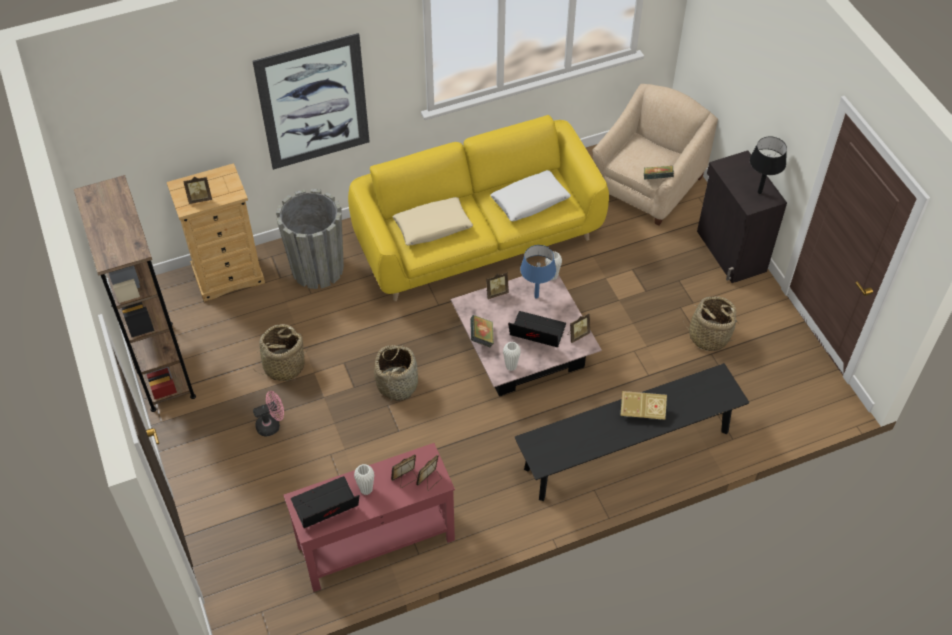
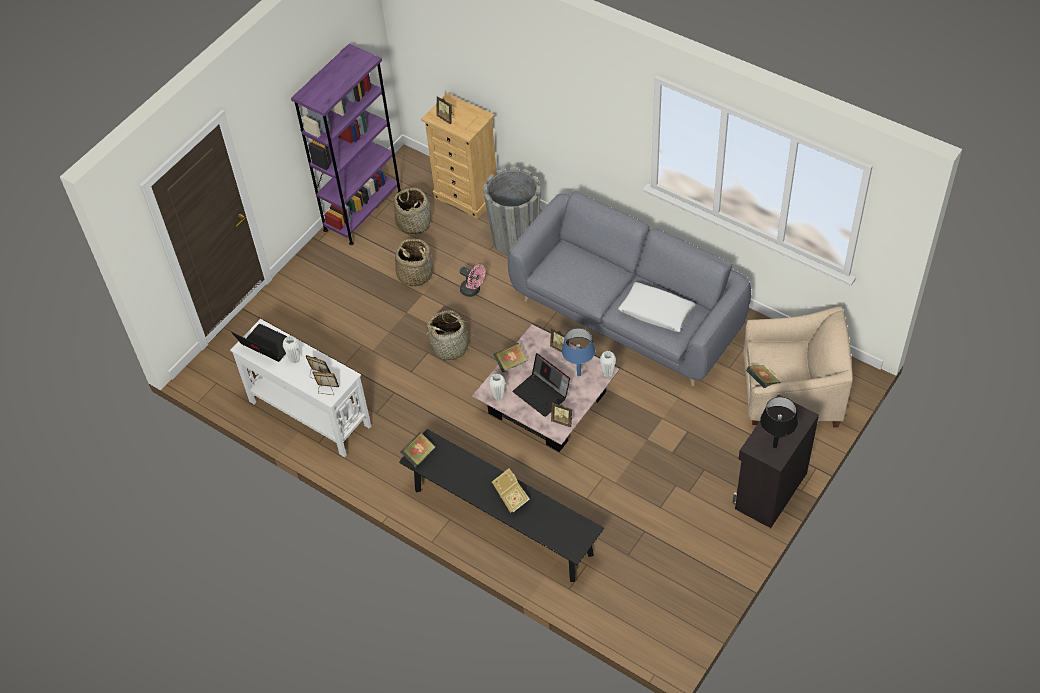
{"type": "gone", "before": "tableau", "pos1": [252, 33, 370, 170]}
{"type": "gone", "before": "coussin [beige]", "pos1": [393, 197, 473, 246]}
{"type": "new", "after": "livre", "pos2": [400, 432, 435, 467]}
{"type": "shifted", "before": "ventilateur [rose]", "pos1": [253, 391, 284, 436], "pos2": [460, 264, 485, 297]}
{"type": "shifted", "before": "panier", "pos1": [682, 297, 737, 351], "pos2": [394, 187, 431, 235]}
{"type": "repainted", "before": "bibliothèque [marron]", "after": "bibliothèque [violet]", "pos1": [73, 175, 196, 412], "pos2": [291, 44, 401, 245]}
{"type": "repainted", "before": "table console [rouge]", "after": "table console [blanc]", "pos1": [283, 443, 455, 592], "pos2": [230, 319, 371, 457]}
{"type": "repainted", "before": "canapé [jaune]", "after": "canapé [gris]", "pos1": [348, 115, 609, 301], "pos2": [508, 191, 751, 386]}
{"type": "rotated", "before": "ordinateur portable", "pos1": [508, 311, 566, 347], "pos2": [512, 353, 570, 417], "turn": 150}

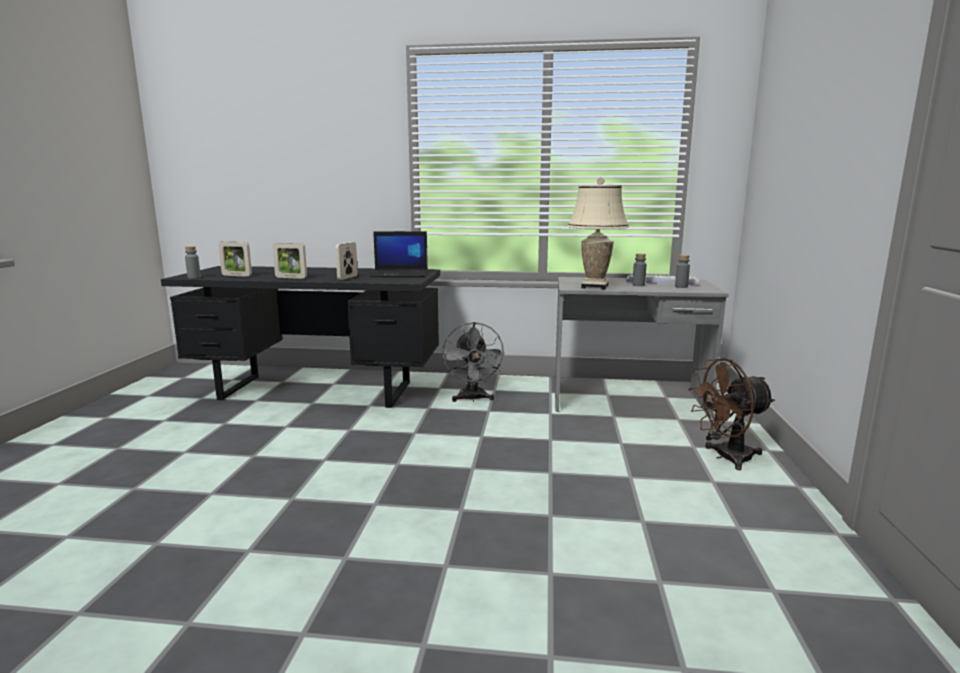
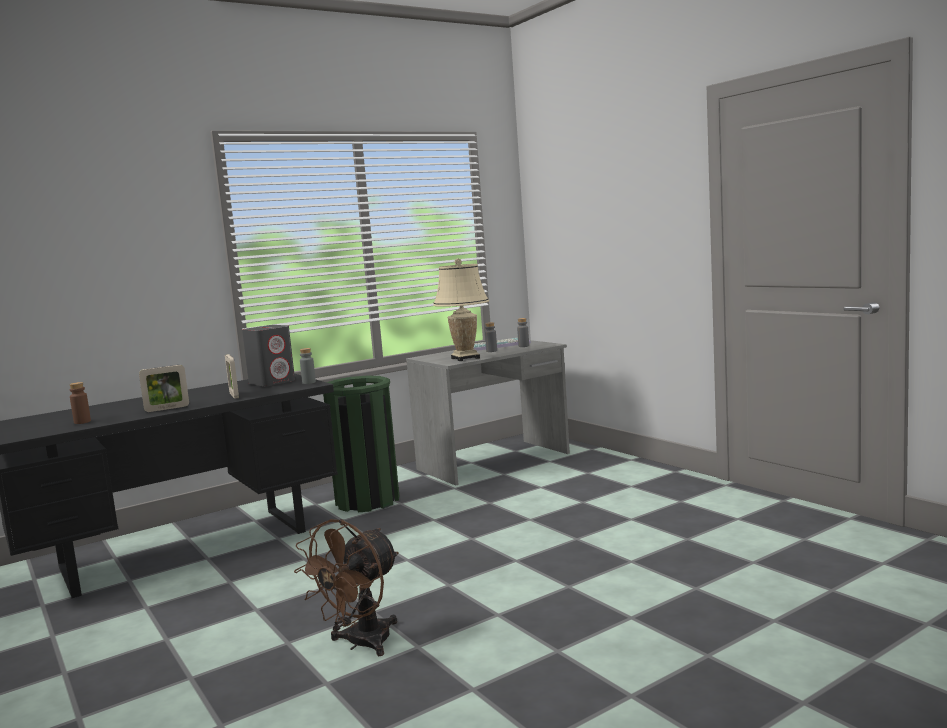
{"type": "shifted", "before": "bouteille [gris]", "pos1": [185, 246, 201, 278], "pos2": [300, 348, 316, 384]}
{"type": "shifted", "before": "ventilateur [marron]", "pos1": [688, 358, 775, 471], "pos2": [294, 519, 399, 656]}
{"type": "swapped", "before": "cadre photo", "after": "bouteille [marron]", "pos1": [218, 241, 252, 277], "pos2": [69, 382, 91, 424]}
{"type": "swapped", "before": "ordinateur portable", "after": "enceinte [gris]", "pos1": [369, 231, 428, 277], "pos2": [242, 325, 295, 387]}
{"type": "swapped", "before": "ventilateur [gris]", "after": "poubelle [vert]", "pos1": [442, 322, 505, 402], "pos2": [323, 376, 399, 512]}

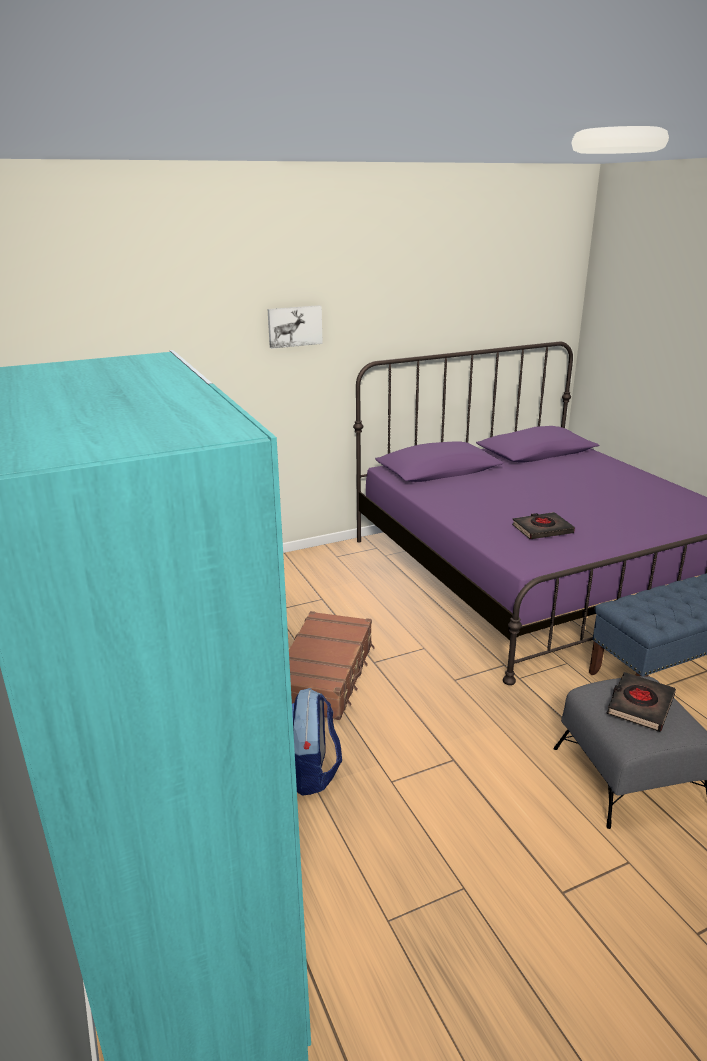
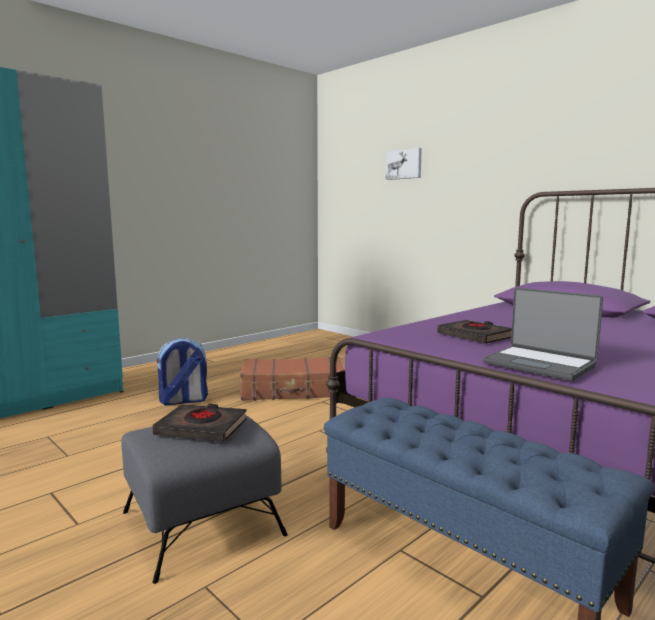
{"type": "new", "after": "ordinateur portable", "pos2": [483, 288, 603, 381]}
{"type": "shifted", "before": "tableau", "pos1": [268, 305, 323, 349], "pos2": [386, 148, 422, 180]}

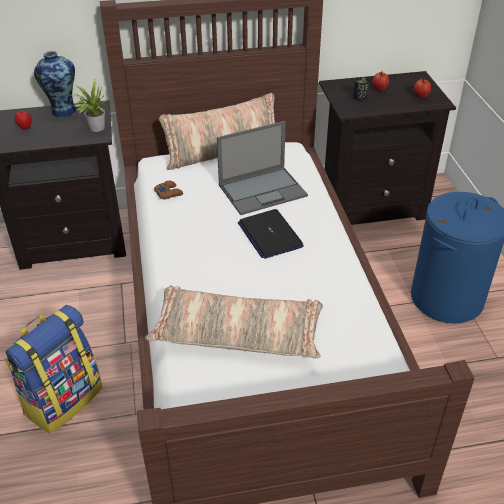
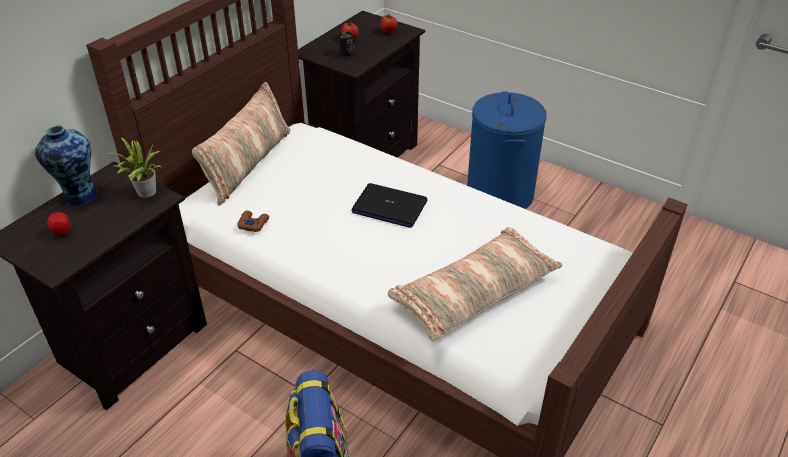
{"type": "gone", "before": "ordinateur portable", "pos1": [217, 121, 308, 215]}

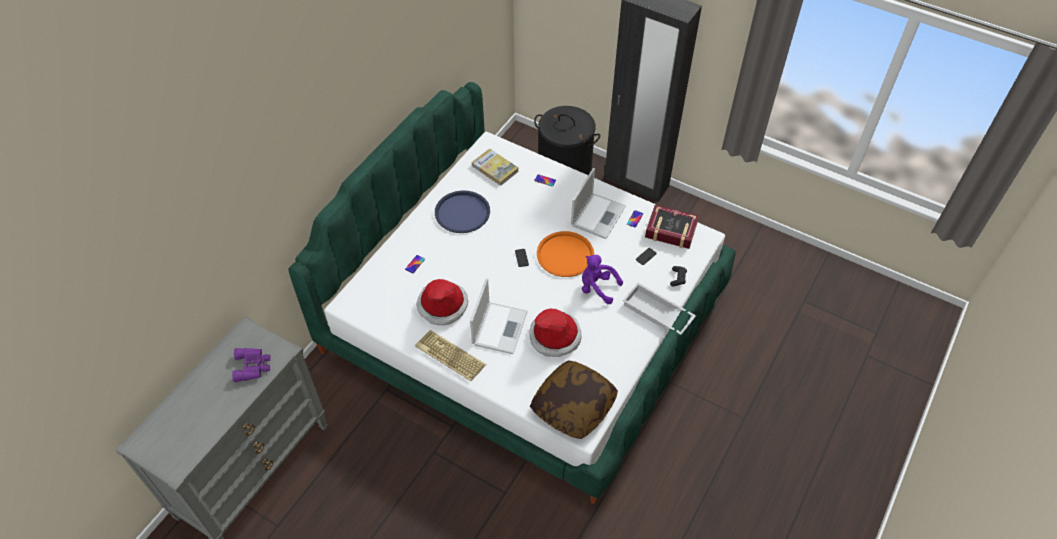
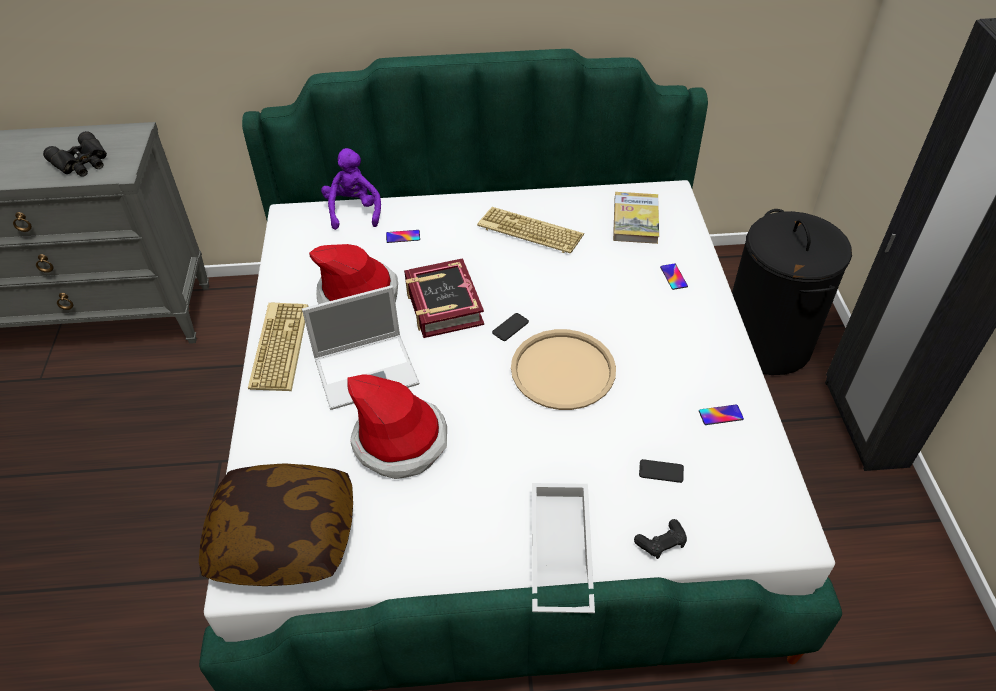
{"type": "gone", "before": "ordinateur portable", "pos1": [571, 168, 626, 239]}
{"type": "shifted", "before": "peluche [violet]", "pos1": [582, 255, 623, 304], "pos2": [321, 148, 381, 230]}
{"type": "shifted", "before": "livre", "pos1": [645, 204, 699, 249], "pos2": [404, 258, 484, 338]}
{"type": "swapped", "before": "plateau [bleu]", "after": "clavier", "pos1": [435, 190, 490, 233], "pos2": [477, 207, 584, 253]}
{"type": "repainted", "before": "jumelles [violet]", "after": "jumelles [noir]", "pos1": [232, 348, 271, 382], "pos2": [43, 131, 107, 177]}
{"type": "repainted", "before": "plateau [orange]", "after": "plateau [beige]", "pos1": [537, 231, 594, 277], "pos2": [511, 329, 616, 410]}

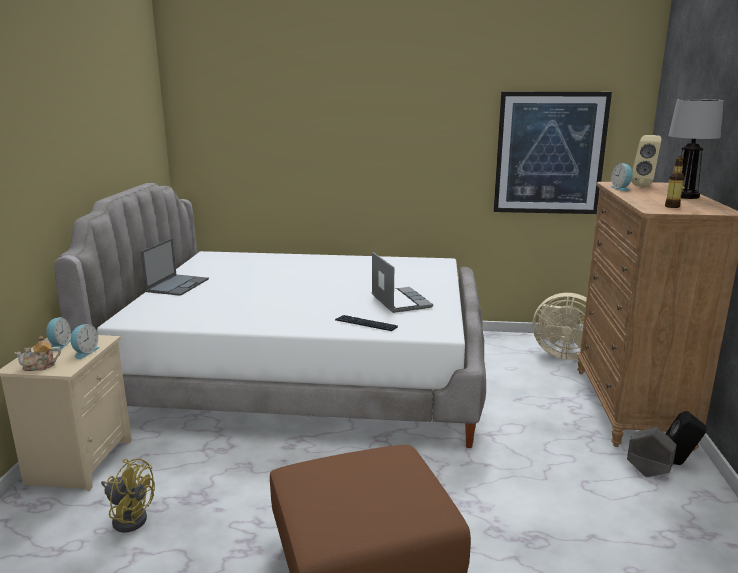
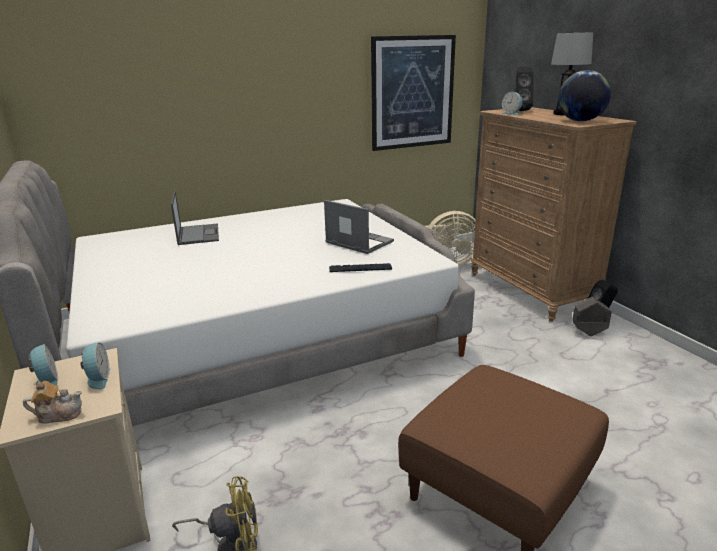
{"type": "shifted", "before": "ordinateur portable", "pos1": [140, 238, 209, 296], "pos2": [171, 191, 219, 245]}
{"type": "swapped", "before": "bouteille", "after": "globe", "pos1": [665, 157, 684, 208], "pos2": [558, 70, 611, 121]}
{"type": "repainted", "before": "enceinte [beige]", "after": "enceinte [noir]", "pos1": [631, 135, 661, 187], "pos2": [515, 67, 534, 111]}
{"type": "rotated", "before": "théière", "pos1": [15, 336, 61, 371], "pos2": [23, 381, 82, 424], "turn": -135}

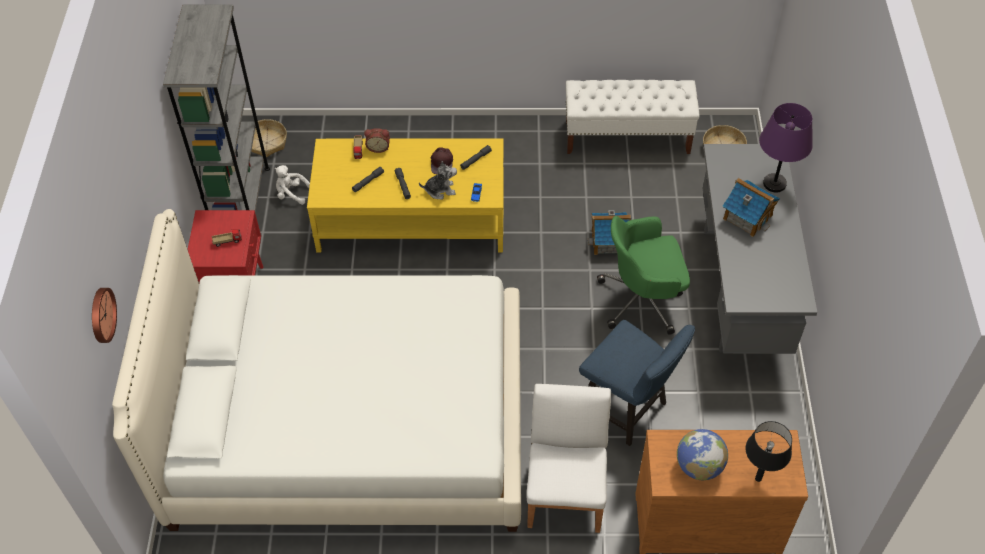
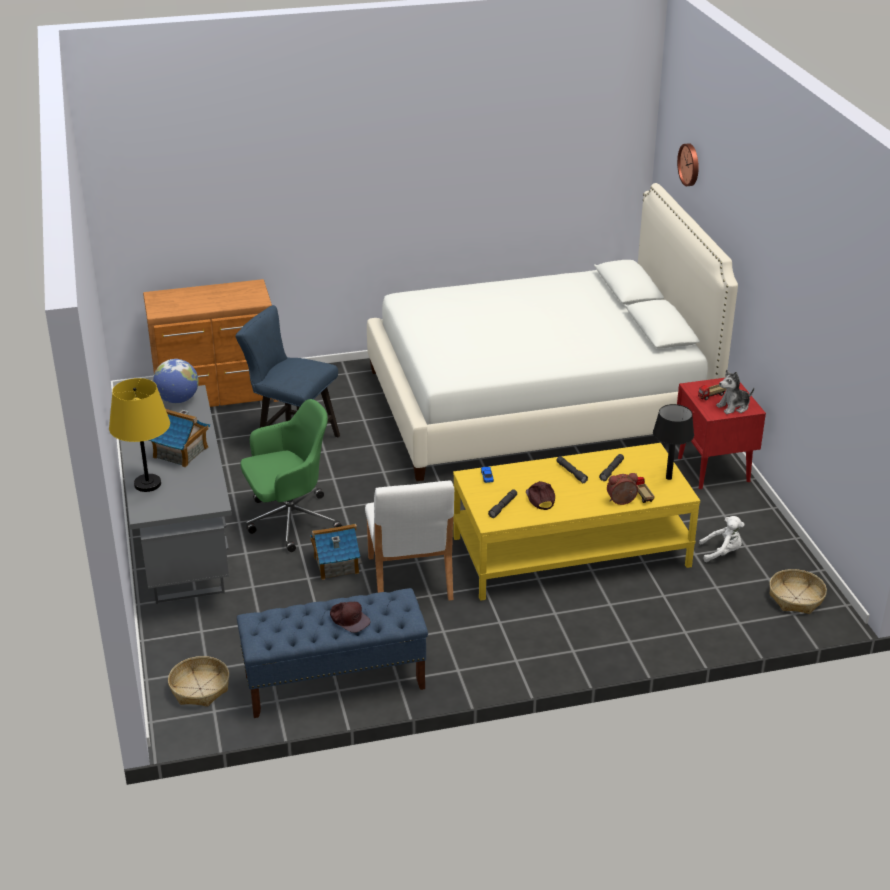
{"type": "gone", "before": "bibliothèque [gris]", "pos1": [163, 4, 270, 213]}
{"type": "new", "after": "casquette [marron]", "pos2": [330, 602, 371, 633]}
{"type": "shifted", "before": "peluche", "pos1": [419, 161, 457, 199], "pos2": [716, 369, 754, 414]}
{"type": "shifted", "before": "chaise [blanc]", "pos1": [526, 384, 611, 533], "pos2": [365, 481, 454, 601]}
{"type": "shifted", "before": "globe", "pos1": [677, 429, 728, 480], "pos2": [153, 359, 199, 403]}
{"type": "shifted", "before": "lampe de table [noir]", "pos1": [746, 421, 792, 482], "pos2": [653, 404, 694, 480]}
{"type": "repainted", "before": "banc [blanc]", "after": "banc [bleu]", "pos1": [566, 80, 700, 154], "pos2": [237, 588, 428, 718]}
{"type": "repainted", "before": "lampe de table [violet]", "after": "lampe de table [jaune]", "pos1": [759, 103, 813, 193], "pos2": [109, 378, 170, 492]}

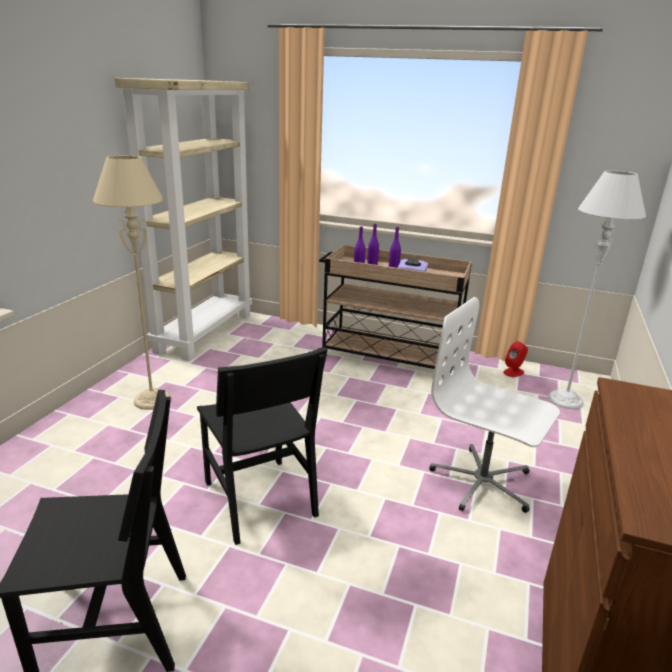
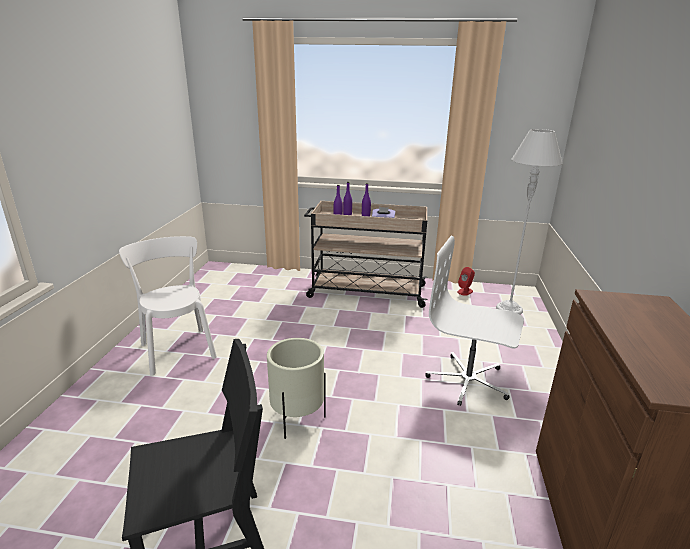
{"type": "gone", "before": "bibliothèque [beige]", "pos1": [115, 78, 252, 361]}
{"type": "swapped", "before": "lampadaire [beige]", "after": "chaise [blanc]", "pos1": [93, 155, 170, 410], "pos2": [119, 236, 217, 376]}
{"type": "swapped", "before": "chaise [noir]", "after": "cache-pot [beige]", "pos1": [197, 347, 327, 545], "pos2": [267, 338, 326, 439]}

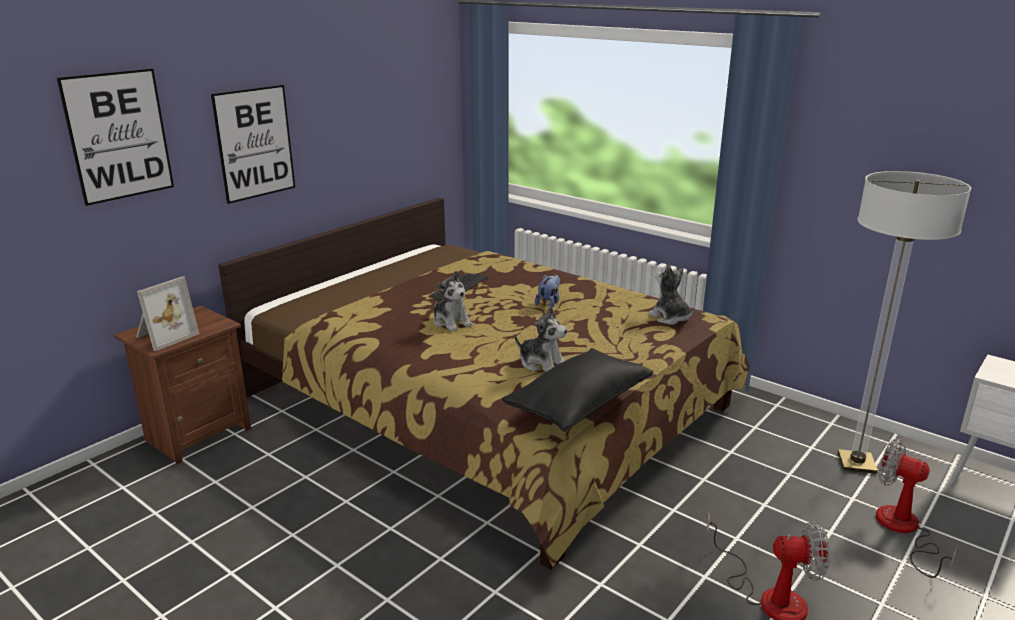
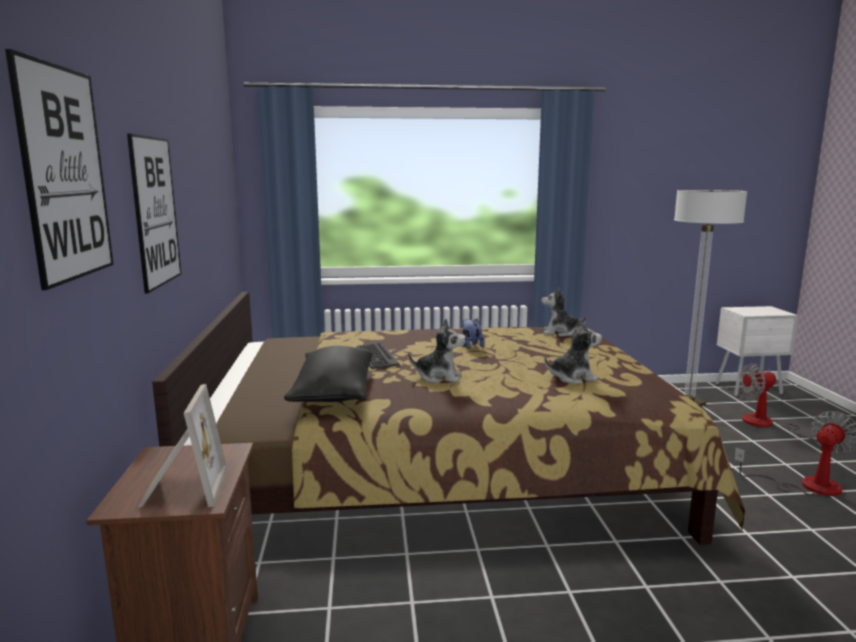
{"type": "shifted", "before": "coussin [noir]", "pos1": [502, 348, 653, 432], "pos2": [284, 346, 372, 402]}

